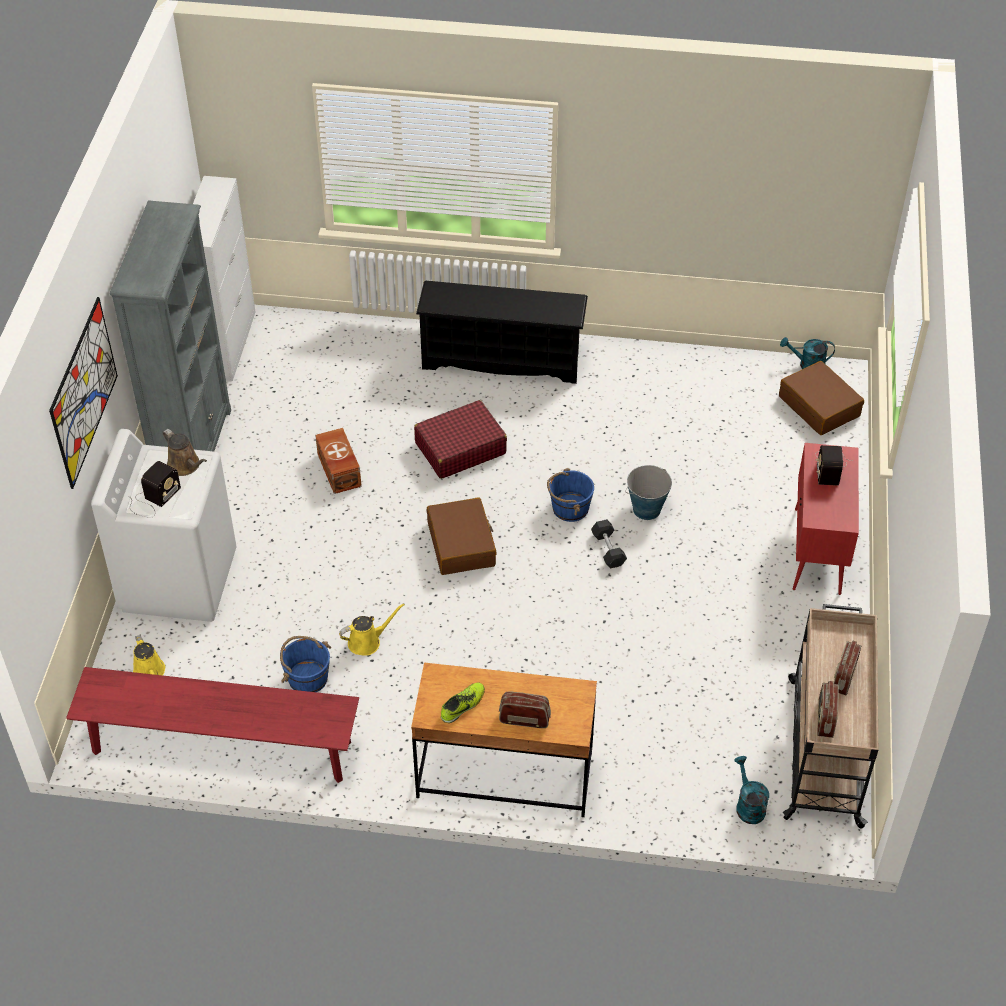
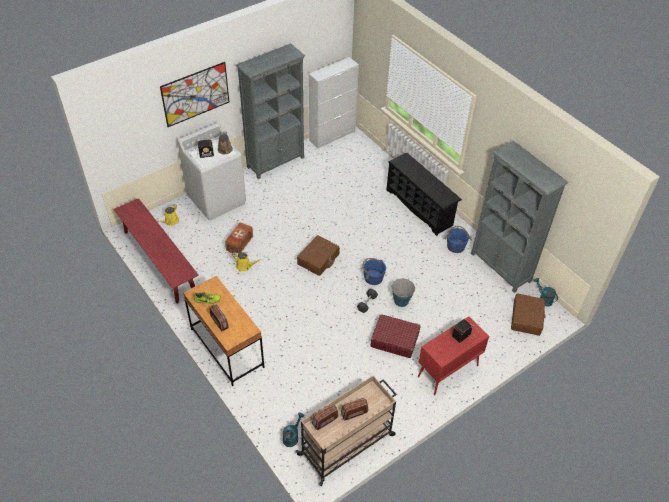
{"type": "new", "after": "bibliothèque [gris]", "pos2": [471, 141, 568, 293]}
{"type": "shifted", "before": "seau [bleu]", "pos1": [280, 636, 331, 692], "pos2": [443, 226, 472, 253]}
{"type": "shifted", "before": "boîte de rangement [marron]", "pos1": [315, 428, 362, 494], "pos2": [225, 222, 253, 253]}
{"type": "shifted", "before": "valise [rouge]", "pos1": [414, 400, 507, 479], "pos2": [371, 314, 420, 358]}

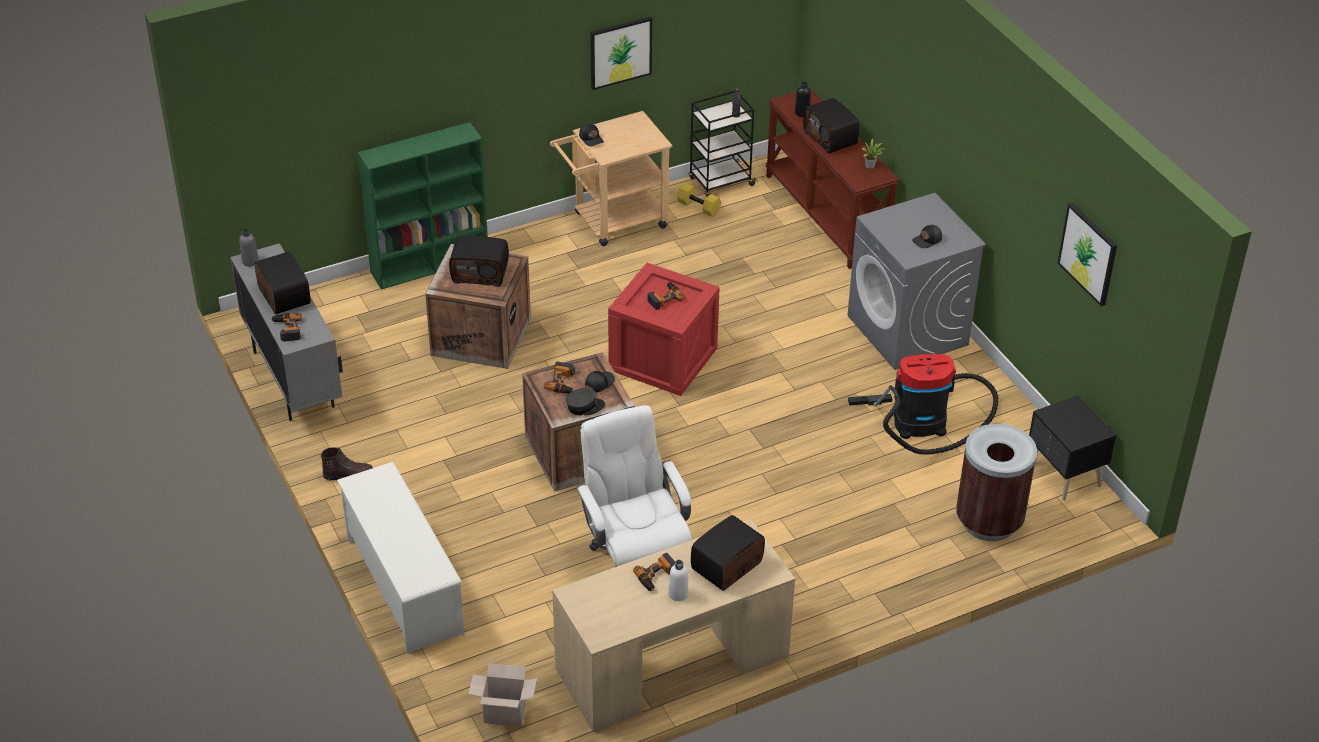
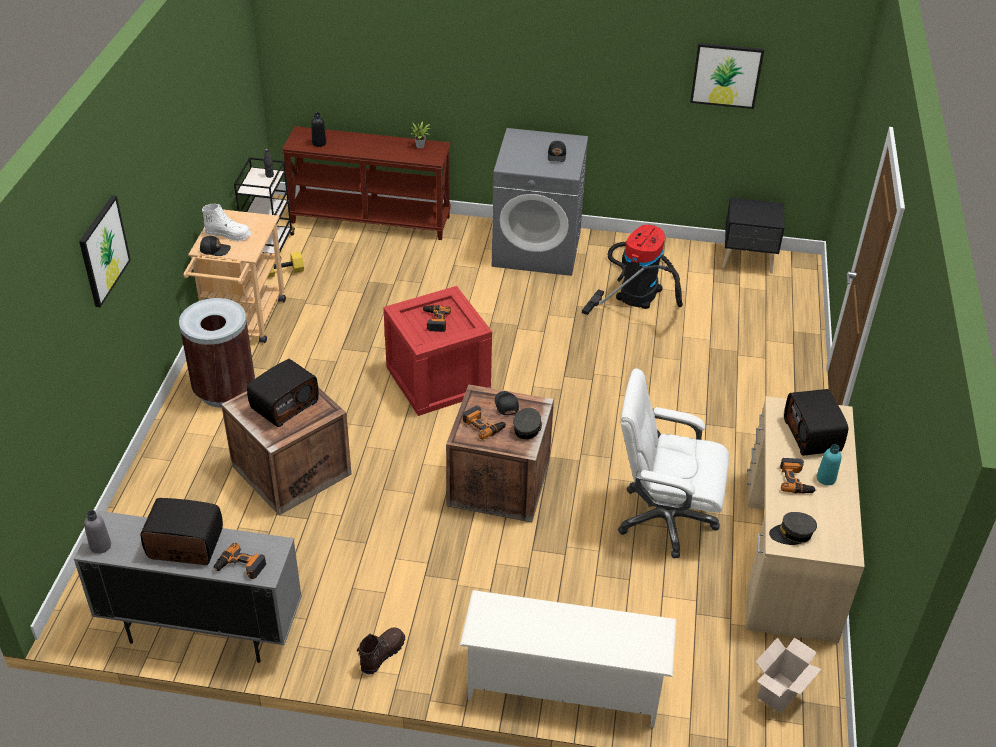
{"type": "gone", "before": "bibliothèque [vert]", "pos1": [358, 122, 488, 290]}
{"type": "gone", "before": "radio", "pos1": [803, 98, 859, 154]}
{"type": "new", "after": "botte [blanc]", "pos2": [202, 204, 251, 241]}
{"type": "new", "after": "casquette [gris]", "pos2": [769, 512, 817, 545]}
{"type": "shifted", "before": "tableau", "pos1": [590, 17, 652, 90], "pos2": [79, 195, 131, 307]}
{"type": "shifted", "before": "poubelle [marron]", "pos1": [956, 424, 1037, 541], "pos2": [179, 298, 255, 408]}
{"type": "repainted", "before": "bouteille [blanc]", "after": "bouteille [turquoise]", "pos1": [669, 560, 688, 601], "pos2": [817, 444, 841, 485]}

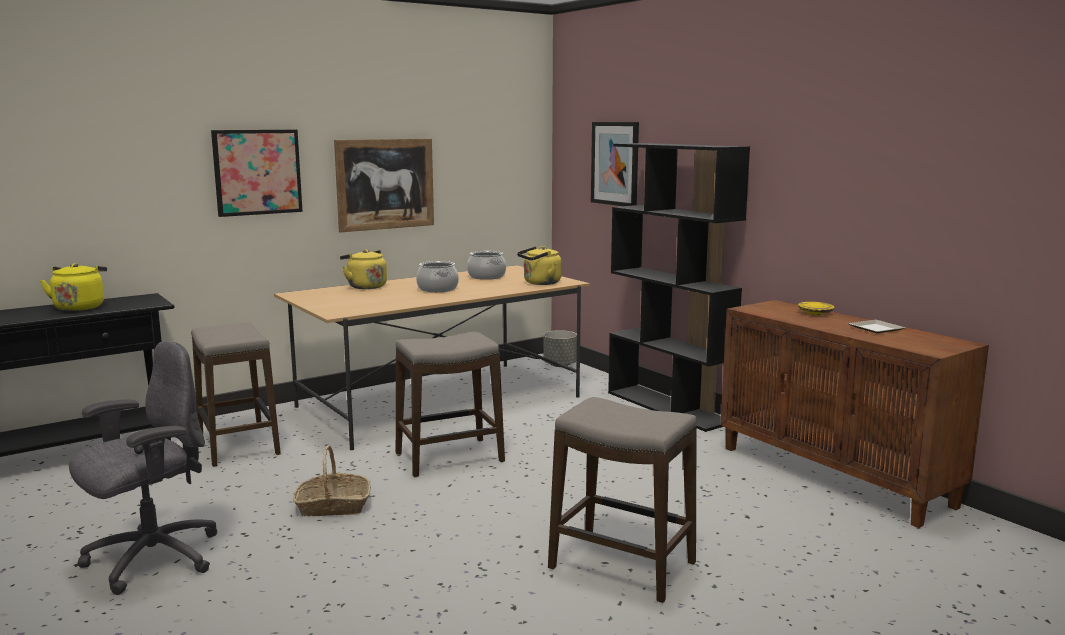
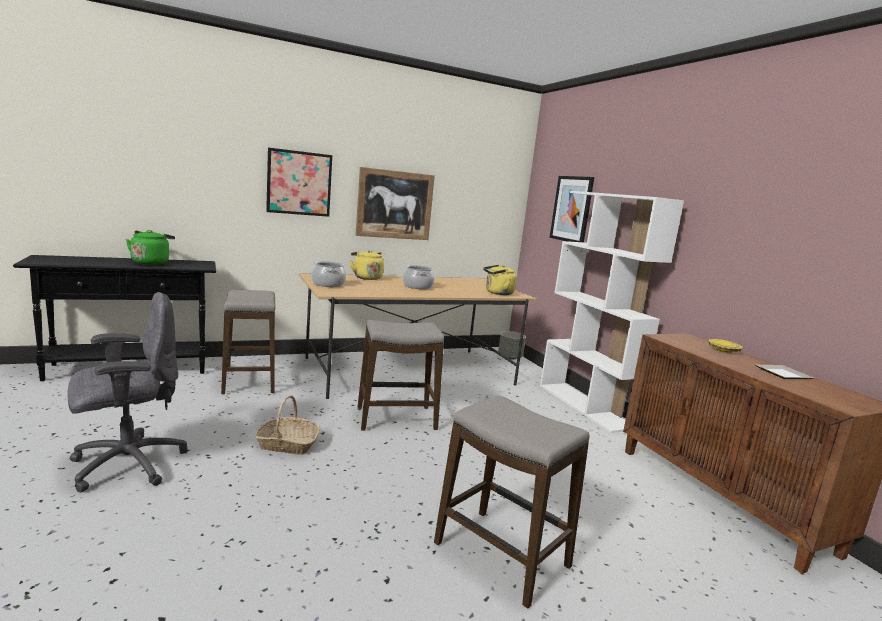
{"type": "shifted", "before": "marmite", "pos1": [467, 251, 506, 280], "pos2": [311, 261, 346, 287]}
{"type": "repainted", "before": "bouilloire [jaune]", "after": "bouilloire [vert]", "pos1": [40, 263, 107, 311], "pos2": [126, 230, 175, 265]}
{"type": "repainted", "before": "bibliothèque [noir]", "after": "bibliothèque [blanc]", "pos1": [608, 143, 750, 432], "pos2": [540, 191, 684, 433]}

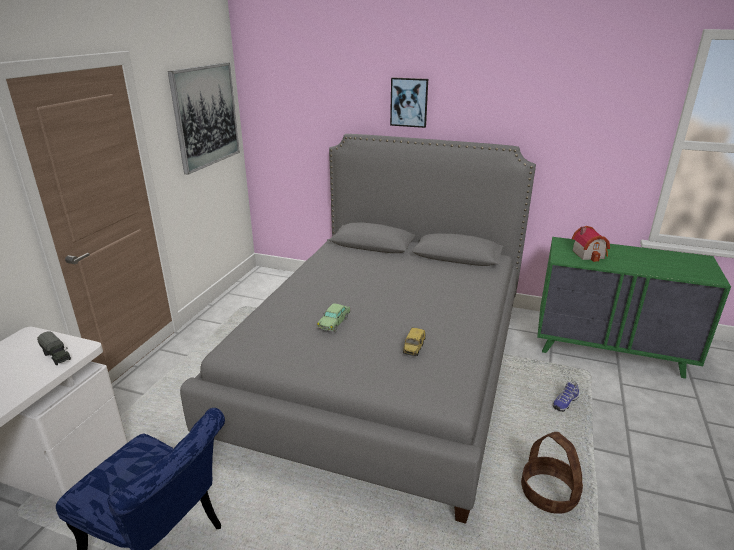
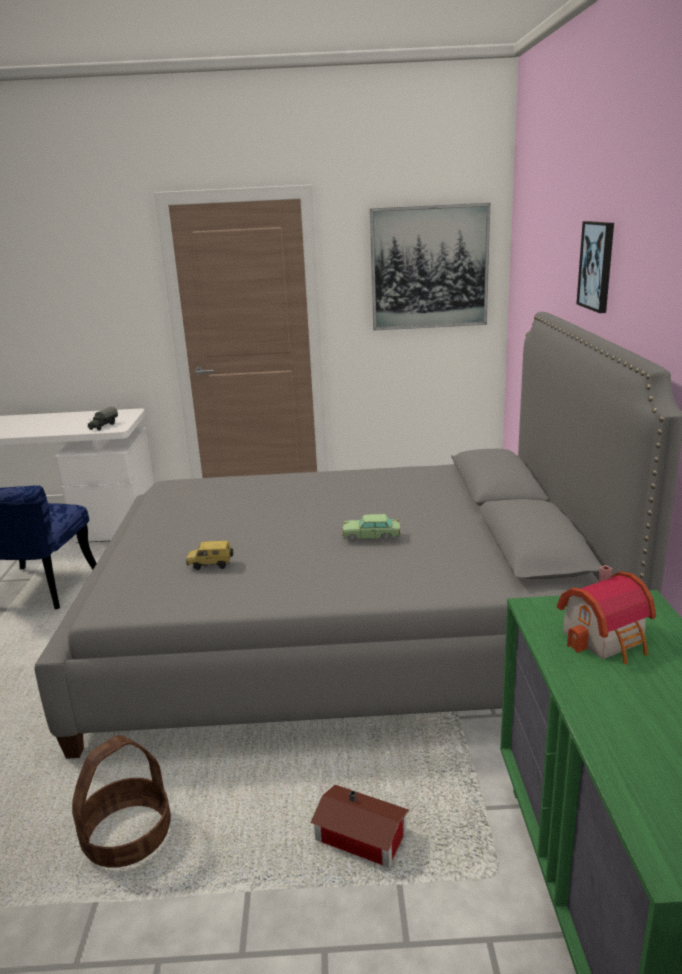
{"type": "shifted", "before": "petite voiture", "pos1": [317, 303, 350, 332], "pos2": [342, 514, 401, 543]}
{"type": "swapped", "before": "chaussure", "after": "maison miniature", "pos1": [553, 381, 579, 412], "pos2": [310, 785, 409, 868]}

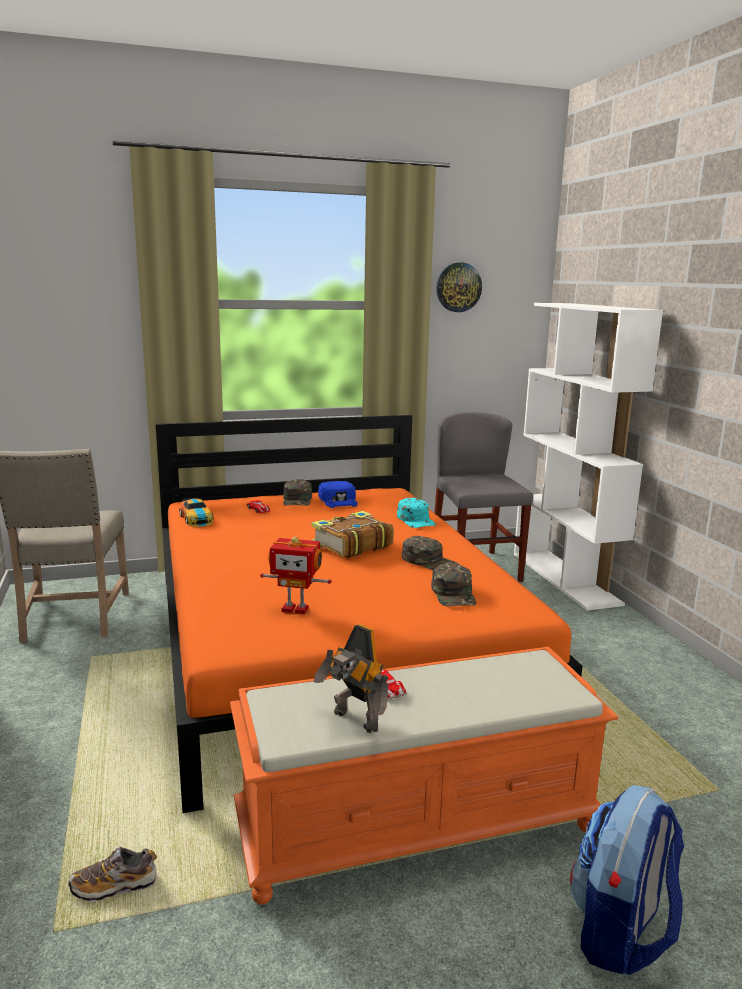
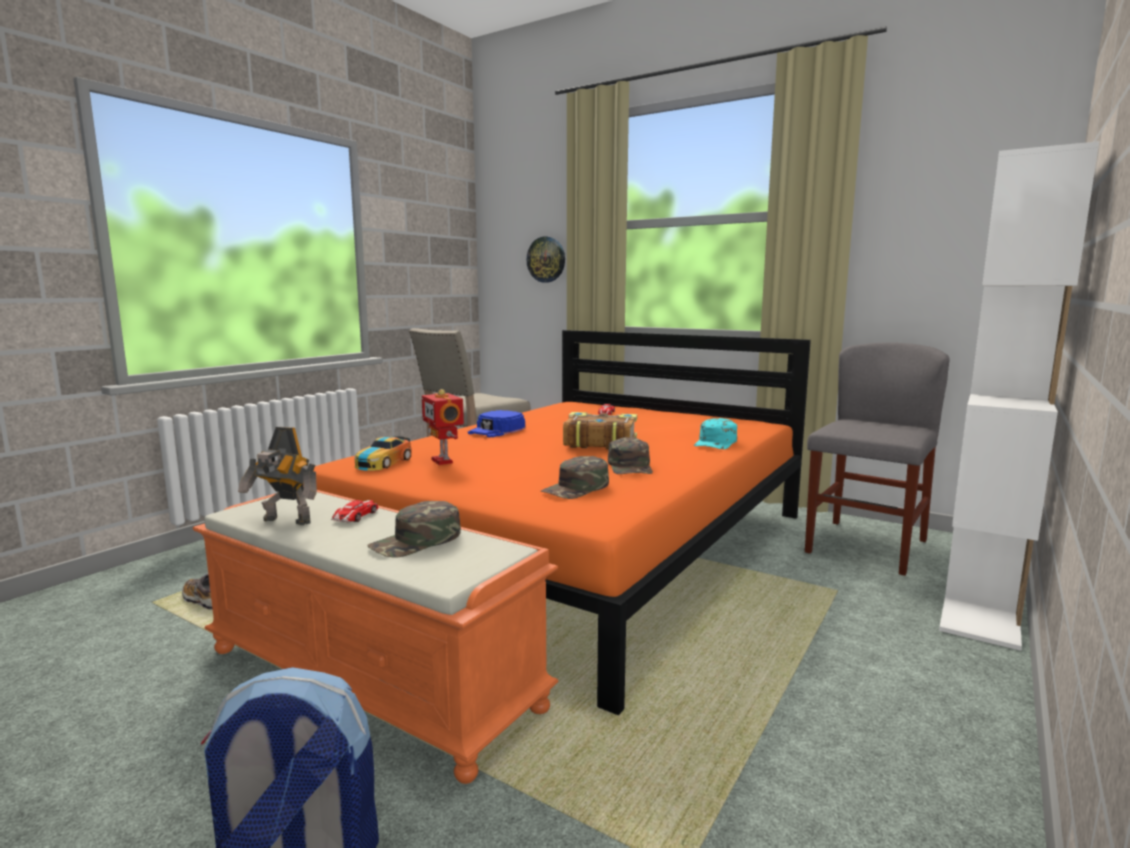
{"type": "shifted", "before": "petite voiture", "pos1": [179, 498, 213, 527], "pos2": [355, 436, 411, 471]}
{"type": "shifted", "before": "casquette [vert]", "pos1": [283, 479, 312, 506], "pos2": [367, 501, 461, 557]}
{"type": "shifted", "before": "casquette [bleu]", "pos1": [318, 481, 358, 508], "pos2": [468, 410, 525, 437]}
{"type": "shifted", "before": "horloge murale", "pos1": [436, 262, 482, 312], "pos2": [527, 236, 565, 283]}
{"type": "rotated", "before": "robot jouet", "pos1": [313, 624, 389, 733], "pos2": [238, 427, 317, 525], "turn": -75}

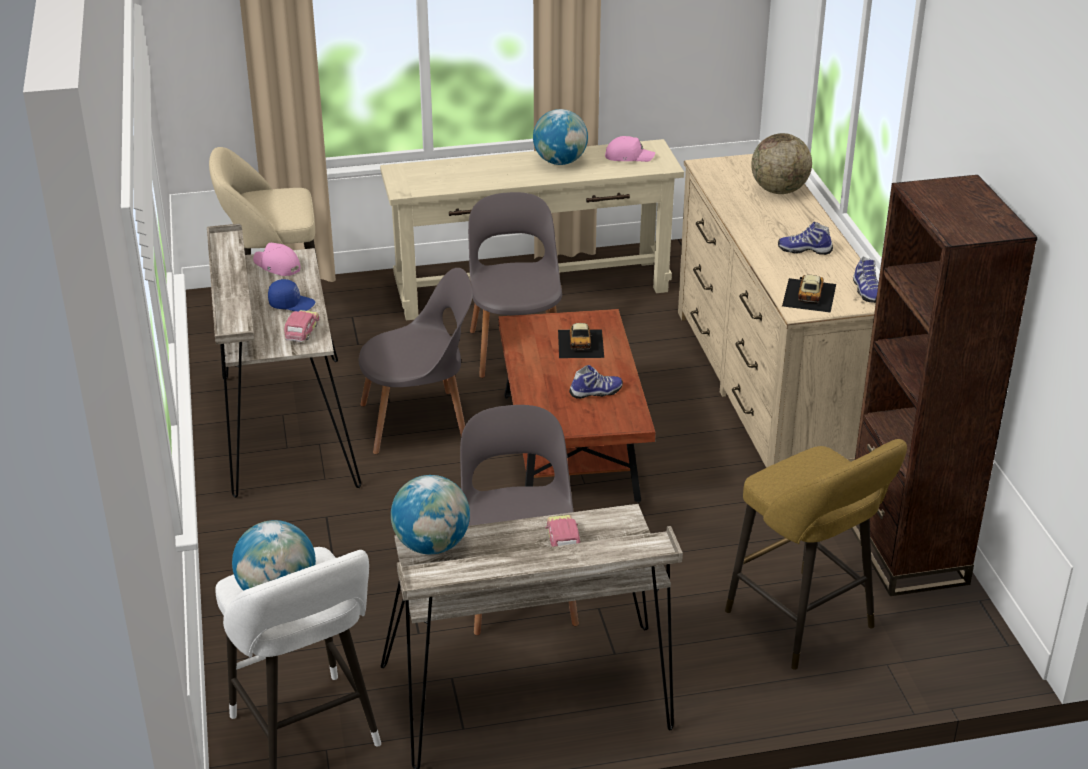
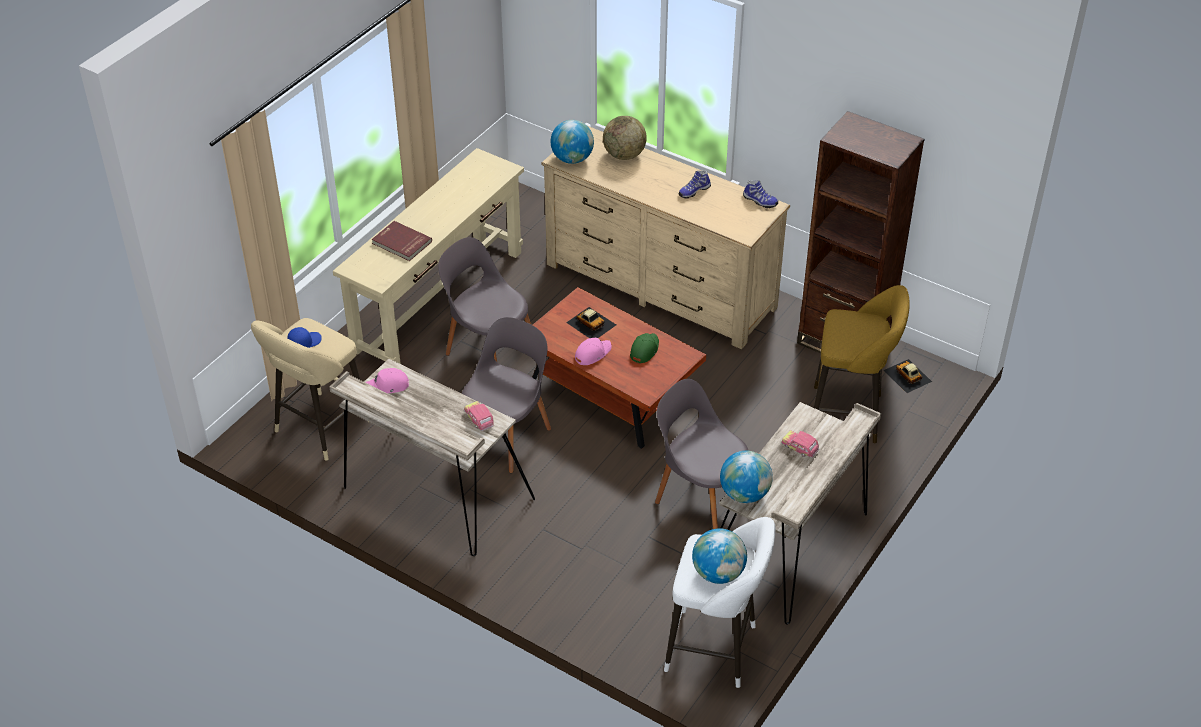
{"type": "new", "after": "livre [rouge]", "pos2": [372, 221, 432, 261]}
{"type": "shifted", "before": "casquette [bleu]", "pos1": [268, 279, 315, 312], "pos2": [287, 327, 322, 348]}
{"type": "shifted", "before": "globe", "pos1": [533, 109, 588, 165], "pos2": [551, 120, 594, 164]}
{"type": "shifted", "before": "casquette [rose]", "pos1": [605, 136, 655, 162], "pos2": [575, 338, 611, 365]}
{"type": "shifted", "before": "petite voiture", "pos1": [782, 275, 836, 313], "pos2": [883, 359, 932, 393]}
{"type": "swapped", "before": "chaussure", "after": "casquette [vert]", "pos1": [569, 365, 623, 399], "pos2": [630, 333, 659, 363]}

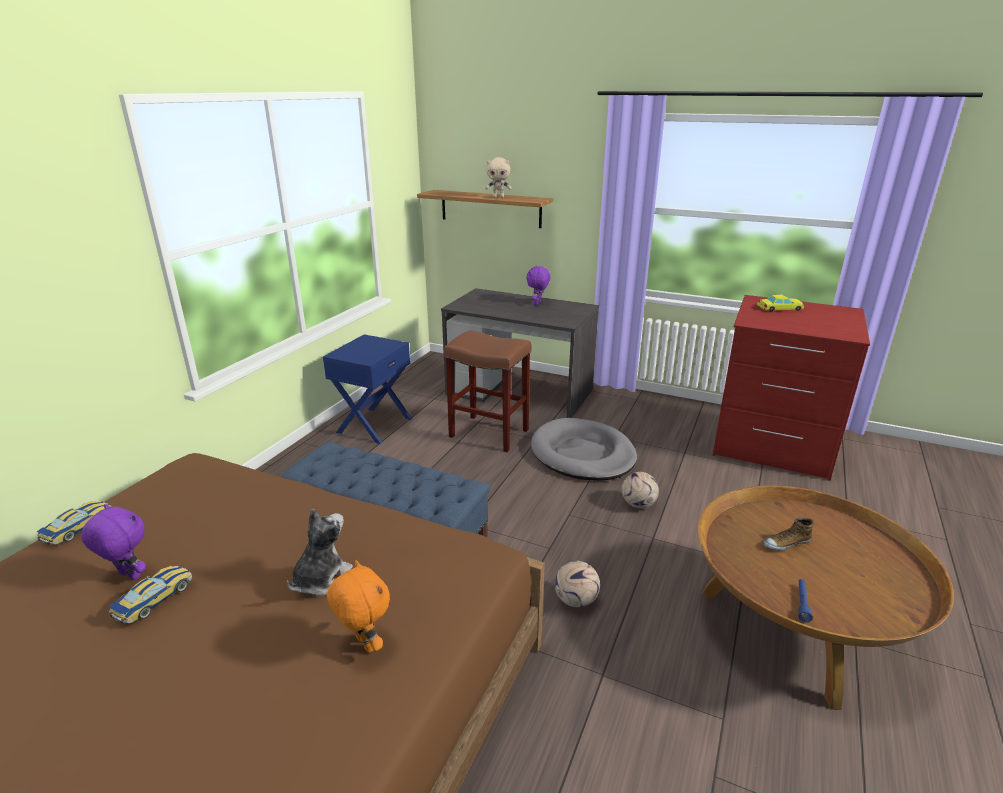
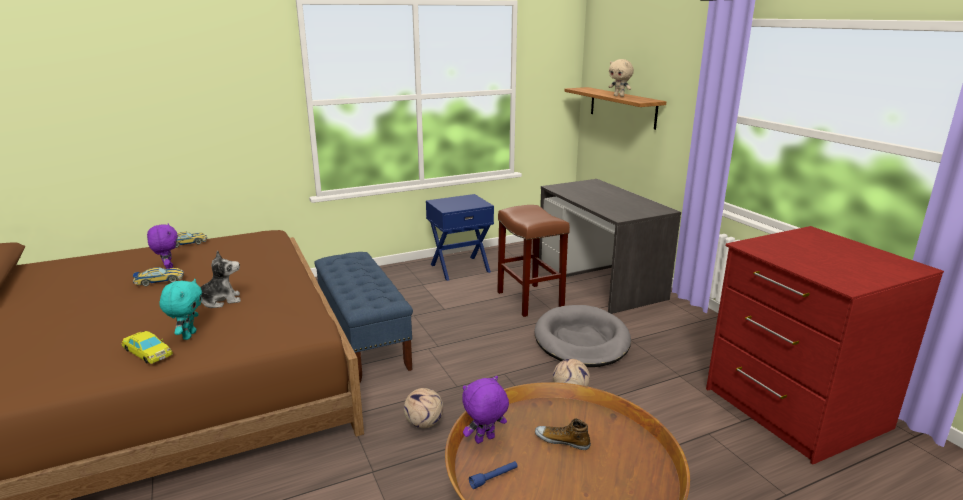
{"type": "shifted", "before": "peluche [violet]", "pos1": [526, 266, 551, 305], "pos2": [462, 376, 509, 444]}
{"type": "shifted", "before": "petite voiture [jaune]", "pos1": [757, 295, 804, 312], "pos2": [122, 331, 173, 364]}
{"type": "repainted", "before": "peluche [orange]", "after": "peluche [turquoise]", "pos1": [327, 560, 390, 653], "pos2": [159, 279, 202, 340]}

